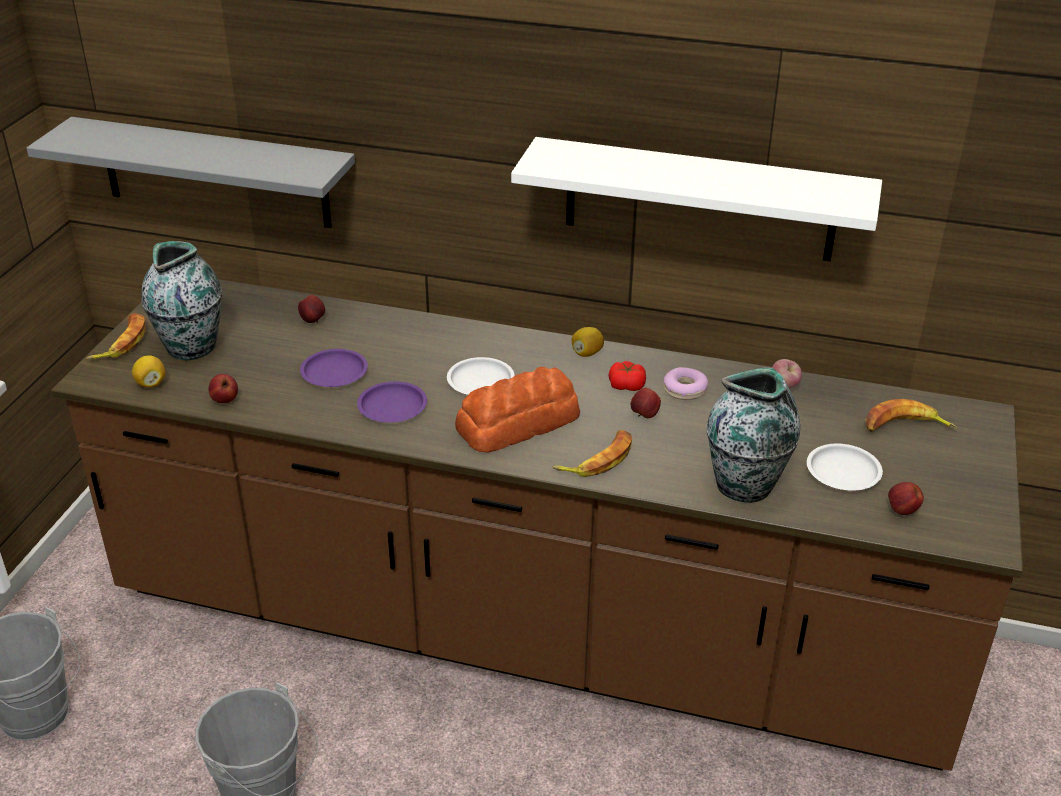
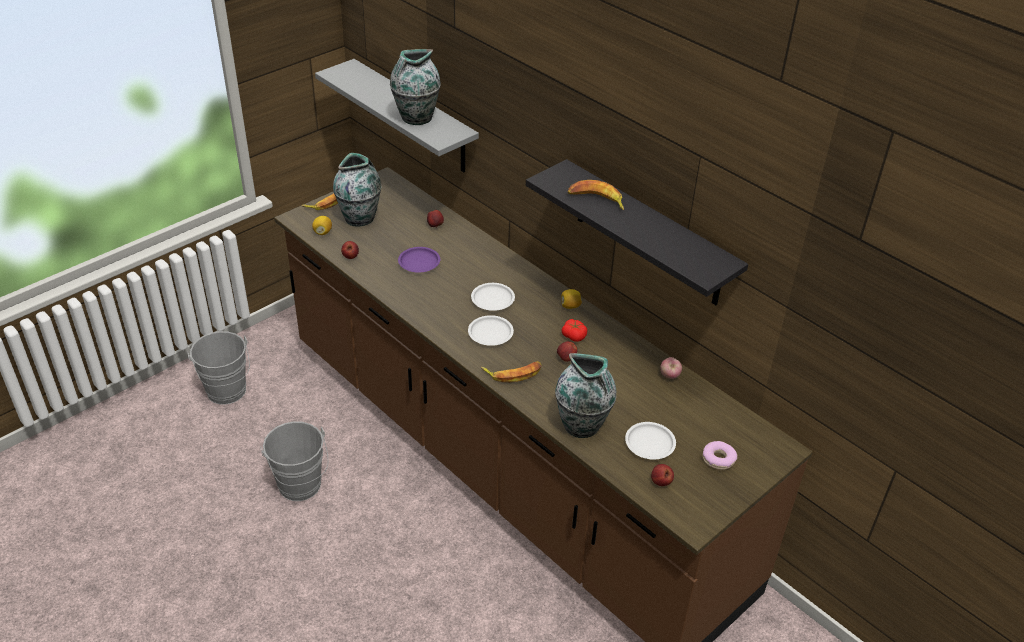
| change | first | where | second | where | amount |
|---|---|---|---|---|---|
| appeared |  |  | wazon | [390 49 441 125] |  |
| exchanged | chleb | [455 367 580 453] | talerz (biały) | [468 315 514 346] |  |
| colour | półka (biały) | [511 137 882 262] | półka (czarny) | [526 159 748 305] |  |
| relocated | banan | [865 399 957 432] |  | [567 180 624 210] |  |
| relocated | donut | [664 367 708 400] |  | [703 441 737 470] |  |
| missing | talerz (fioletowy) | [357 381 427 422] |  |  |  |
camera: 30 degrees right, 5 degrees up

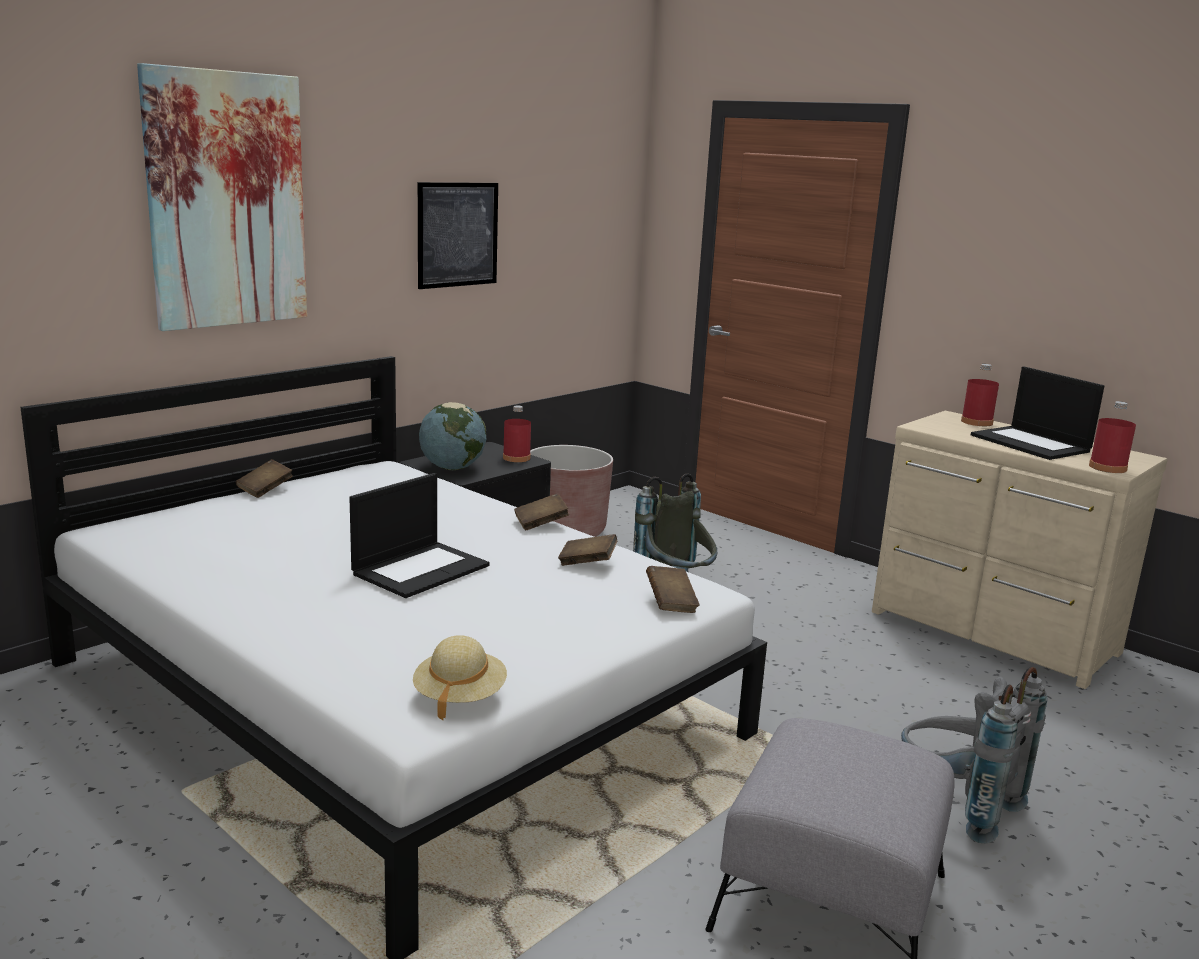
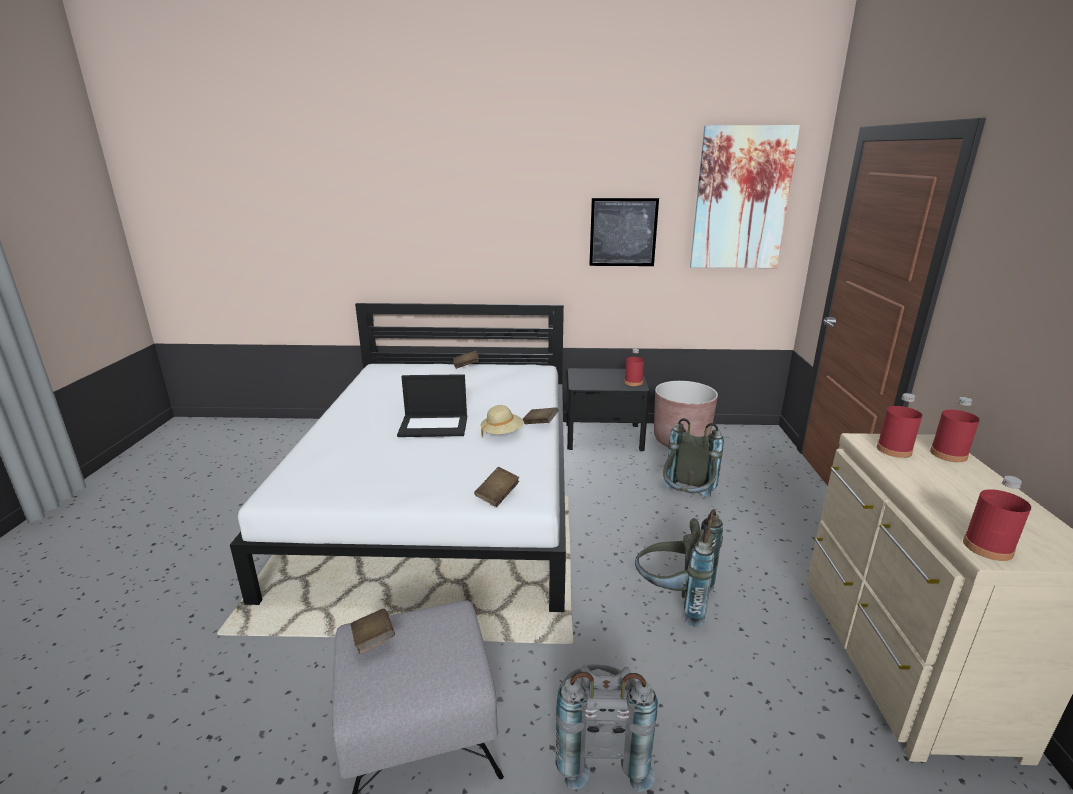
| change | first | where | second | where | amount |
|---|---|---|---|---|---|
| relocated | książka (brązowy) | [558 534 617 566] |  | [350 609 395 654] |  |
| relocated | kapelusz (beżowy) | [413 635 507 720] |  | [480 405 524 437] |  |
| appeared |  |  | plecak (szary) | [635 509 723 627] |  |
| relocated | obraz | [137 63 307 331] |  | [690 125 800 268] |  |
| appeared |  |  | butelka (czerwony) | [877 393 922 458] |  |
| missing | globus | [419 402 487 470] |  |  |  |
| missing | laptop | [971 366 1104 460] |  |  |  |
camera: 50 degrees right, 5 degrees up

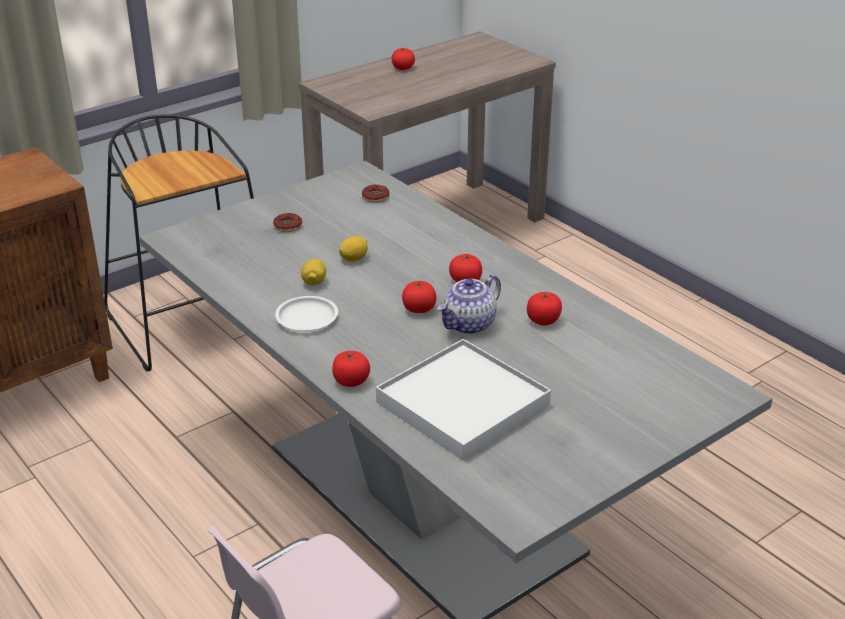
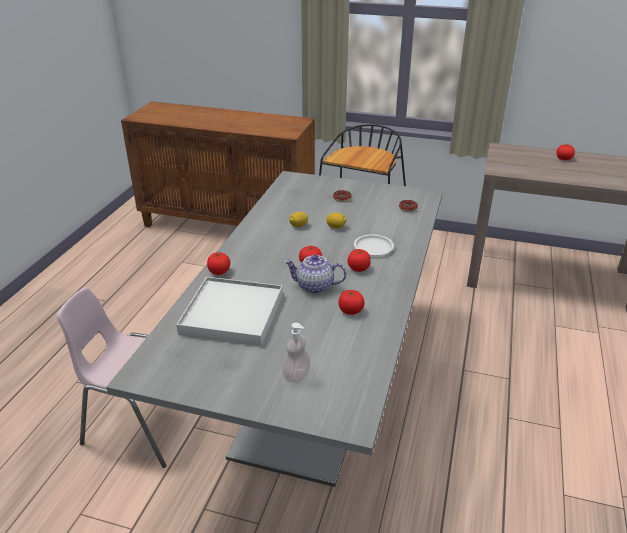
| change | first | where | second | where | amount |
|---|---|---|---|---|---|
| appeared |  |  | dozownik mydła | [282 323 311 383] |  |
| relocated | talerz (biały) | [275 296 338 331] |  | [354 234 394 256] |  |
camera: 55 degrees right, 0 degrees up

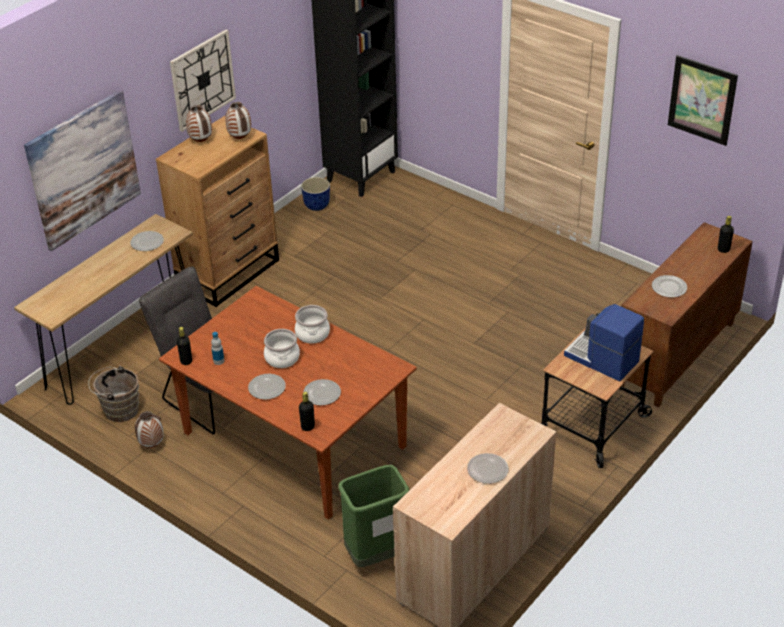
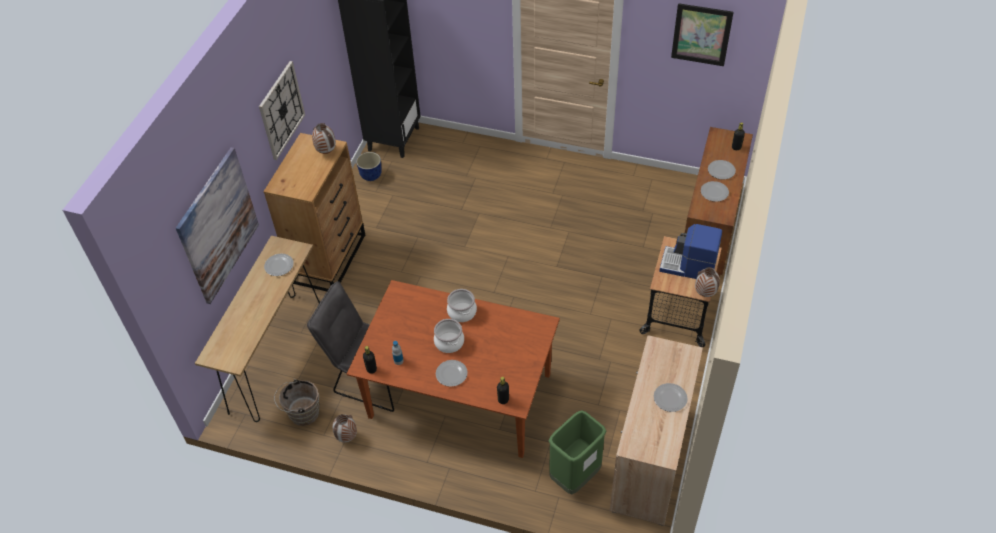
| change | first | where | second | where | amount |
|---|---|---|---|---|---|
| relocated | wazon | [186 105 212 142] |  | [695 267 720 297] |  |
| relocated | talerz | [303 379 341 405] |  | [708 160 736 179] |  |
camera: 20 degrees left, 10 degrees up

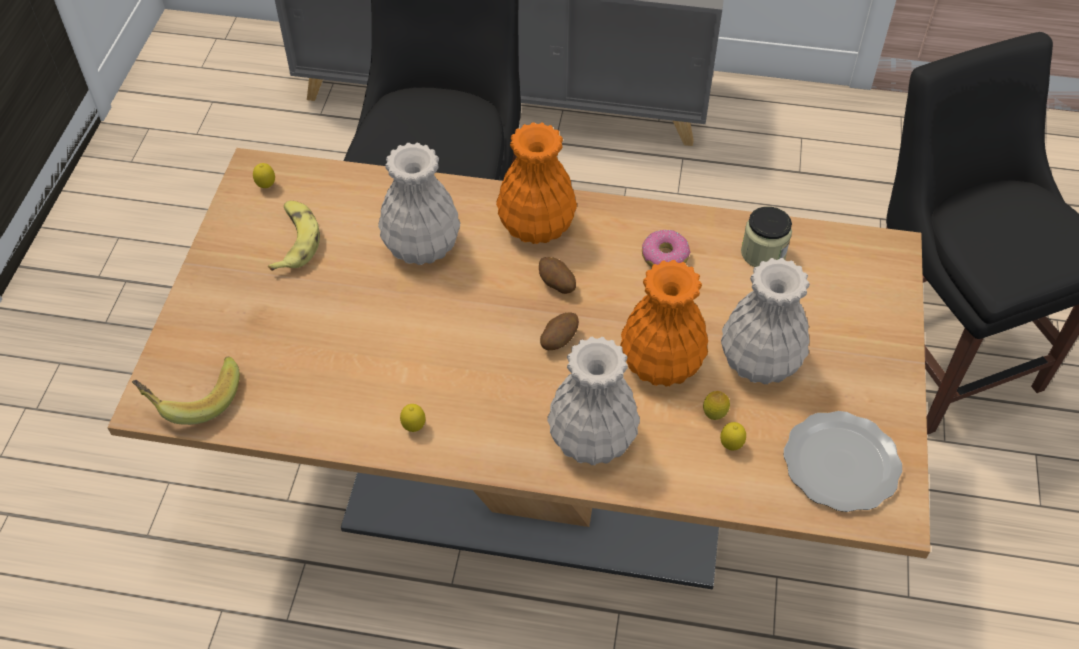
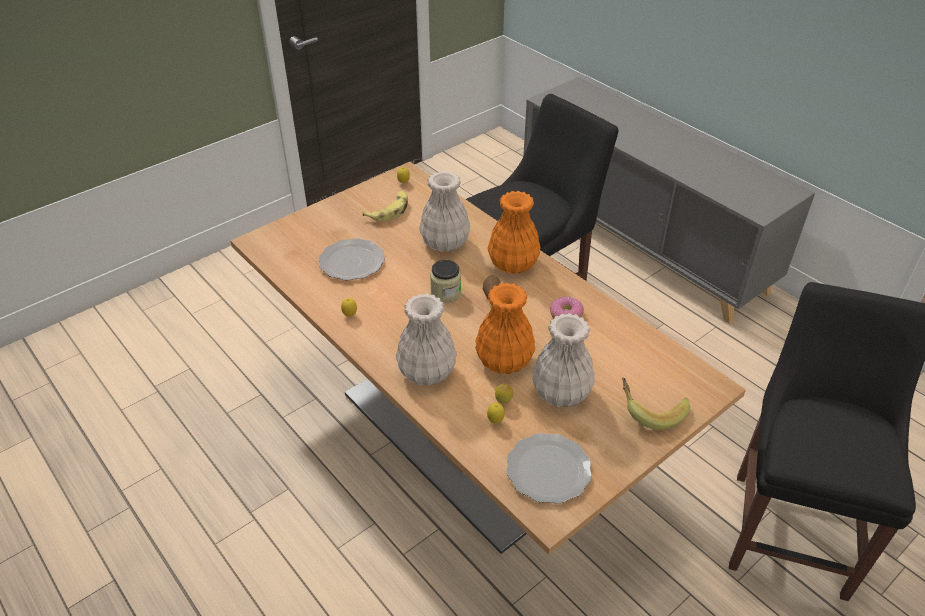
| change | first | where | second | where | amount |
|---|---|---|---|---|---|
| appeared |  |  | talerz | [319 238 385 280] |  |
| relocated | słoik | [741 207 792 267] |  | [430 260 461 303] |  |
| relocated | banan | [132 356 240 425] |  | [622 378 690 430] |  |
| missing | ziemniak | [540 312 579 350] |  |  |  |
camera: 40 degrees right, 10 degrees down

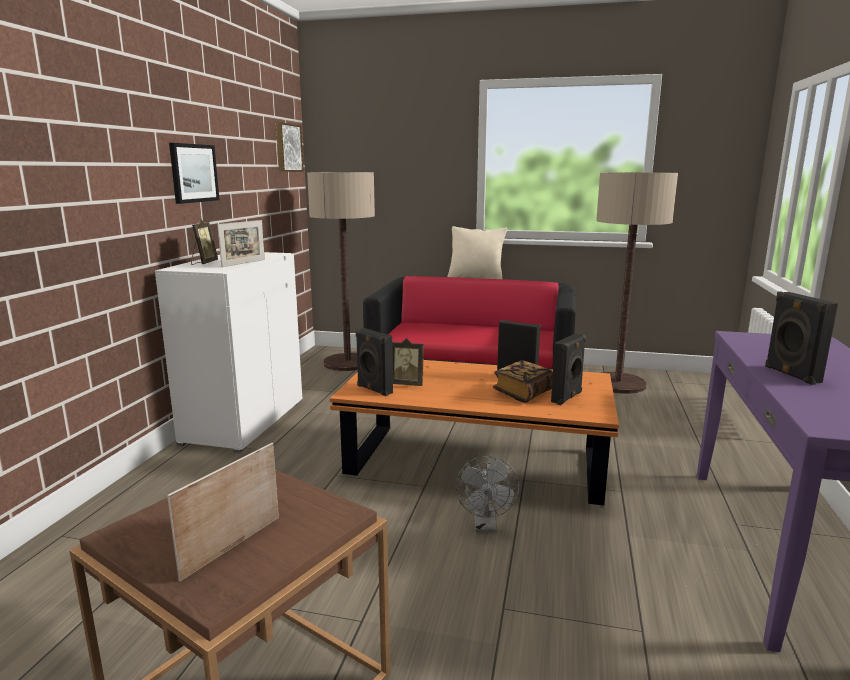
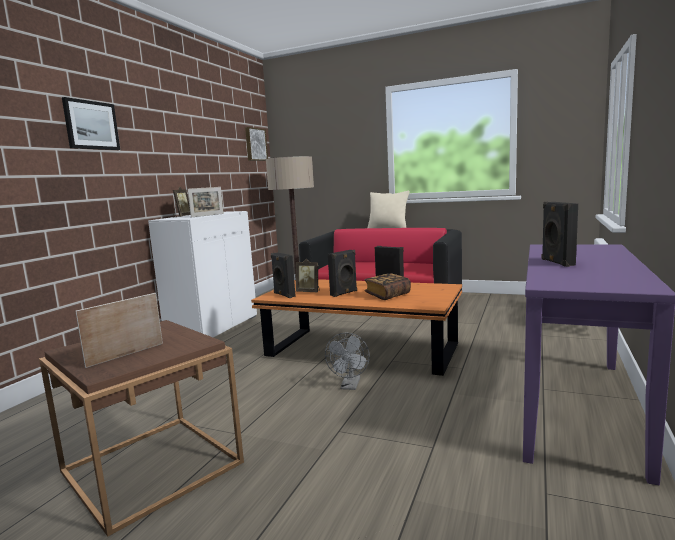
| change | first | where | second | where | amount |
|---|---|---|---|---|---|
| relocated | obraz | [169 143 219 204] |  | [62 97 120 150] |  |
| relocated | głośnik (czarny) | [551 334 586 405] |  | [328 250 357 297] |  |
| missing | lampa stojąca | [596 172 678 394] |  |  |  |
camera: 10 degrees right, 5 degrees down

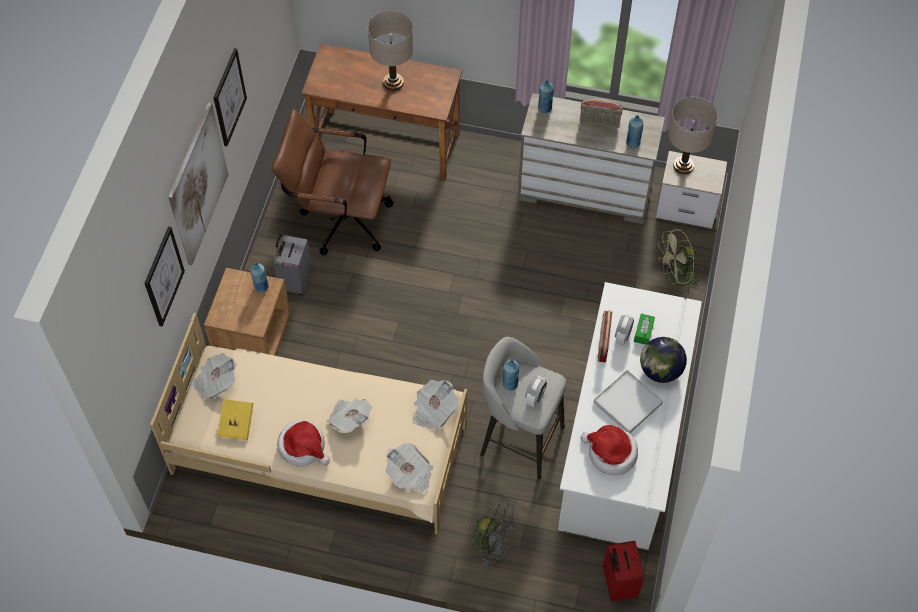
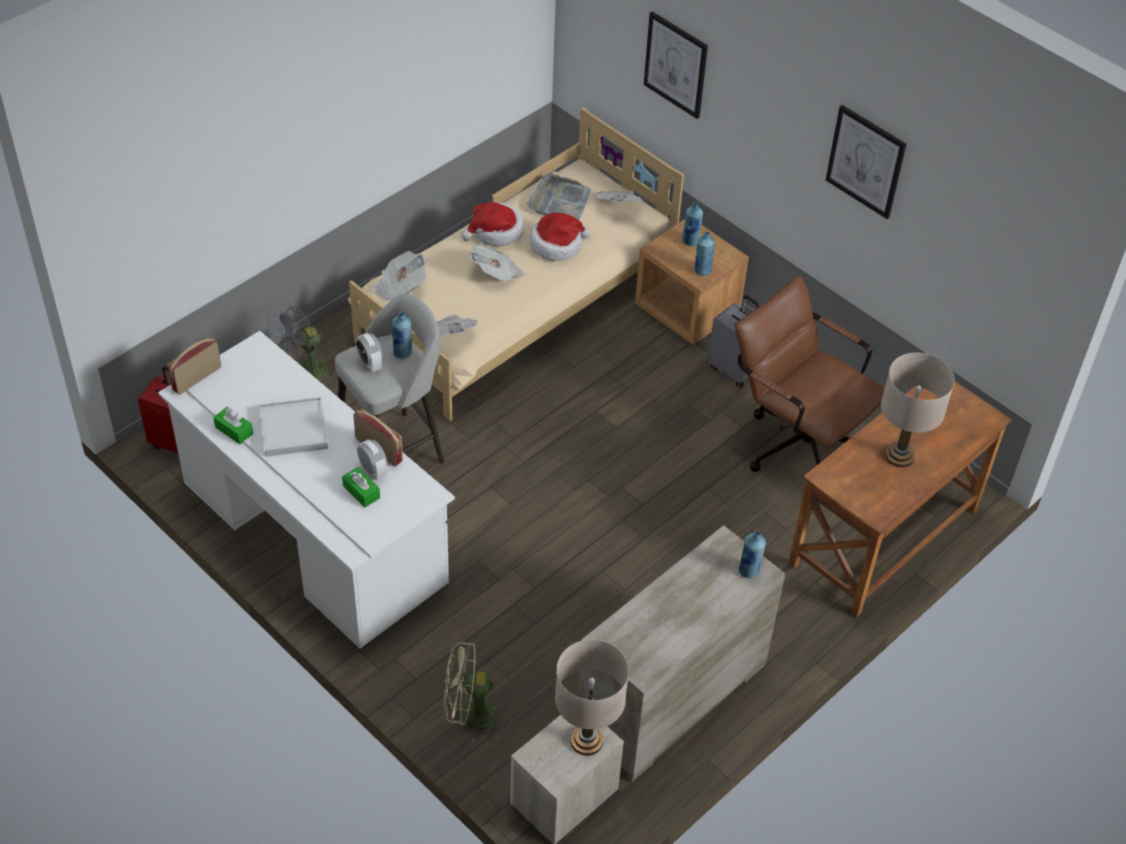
| change | first | where | second | where | amount |
|---|---|---|---|---|---|
| relocated | radio | [580 99 623 128] |  | [168 337 221 395] |  |
| appeared |  |  | pudełko chusteczek (zielony) | [213 407 253 444] |  |
| spun | wentylator (zielony) | [658 228 703 292] |  | [444 642 508 742] | 105 degrees counterclockwise |
| exchanged | książka (żółty) | [218 399 253 440] | taca (szary) | [527 174 591 220] |  |
| relocated | kapelusz | [580 425 638 476] |  | [529 213 591 261] |  |
| relocated | butelka (niebieski) | [626 115 643 148] |  | [682 202 703 246] |  |
| spun | krzesło biurowe (brązowy) | [272 109 394 255] |  | [735 276 885 472] | 90 degrees counterclockwise |
| missing | obraz | [168 103 228 265] |  |  |  |
| missing | globus | [640 337 687 383] |  |  |  |
camera: 120 degrees right, 10 degrees down

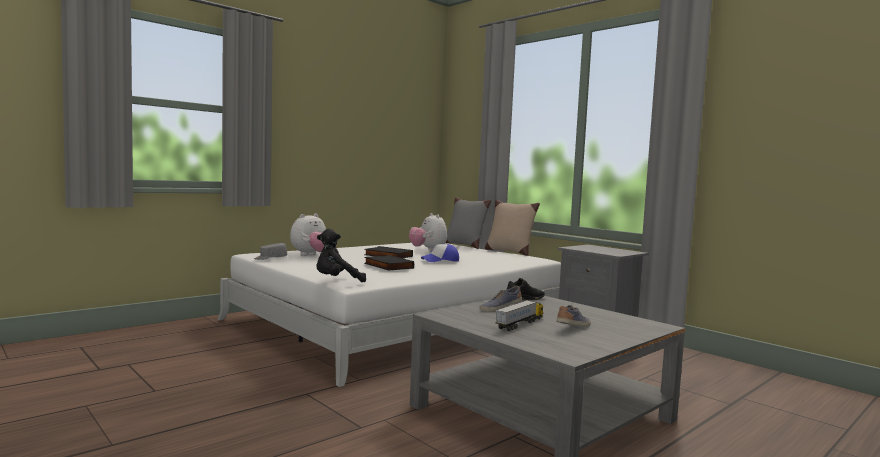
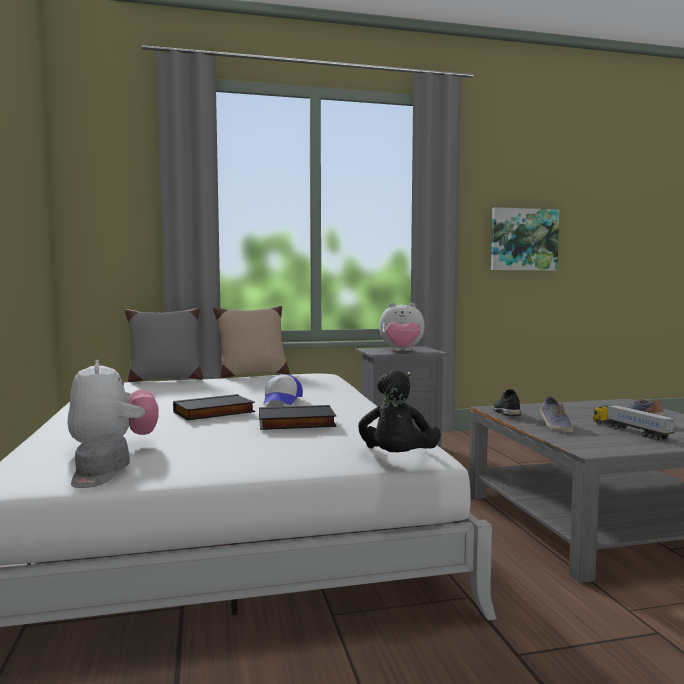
| change | first | where | second | where | amount |
|---|---|---|---|---|---|
| relocated | pluszak | [409 213 447 250] |  | [379 303 425 351] |  |
| appeared |  |  | obraz | [491 207 559 271] |  |
camera: 60 degrees left, 0 degrees up

